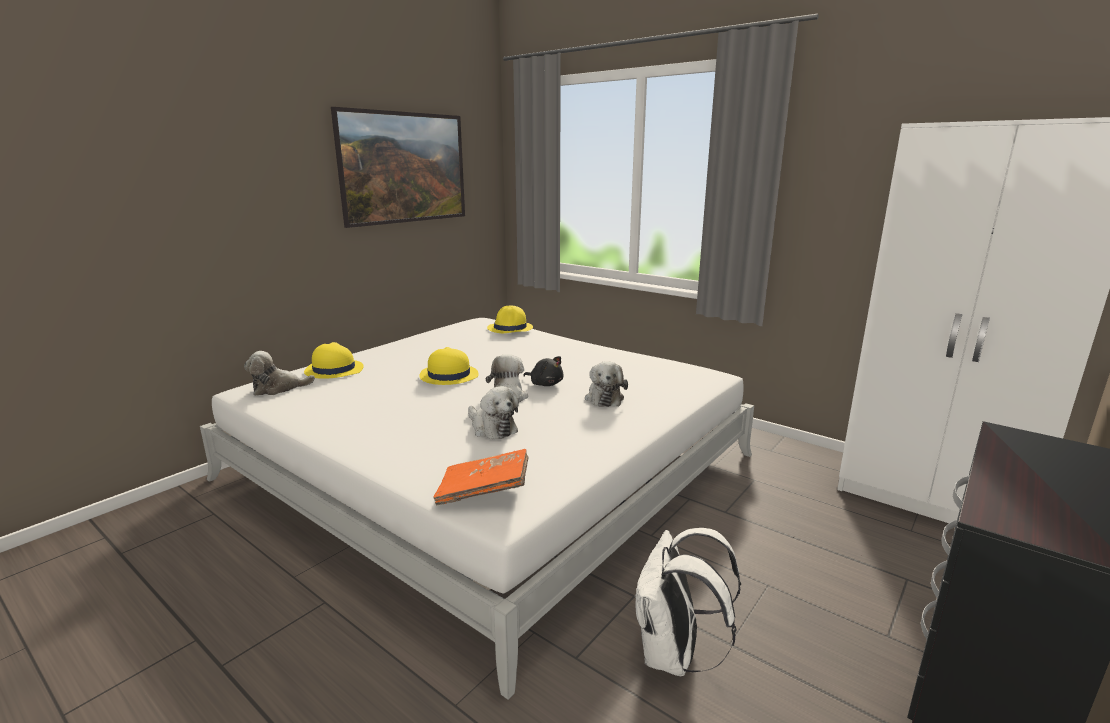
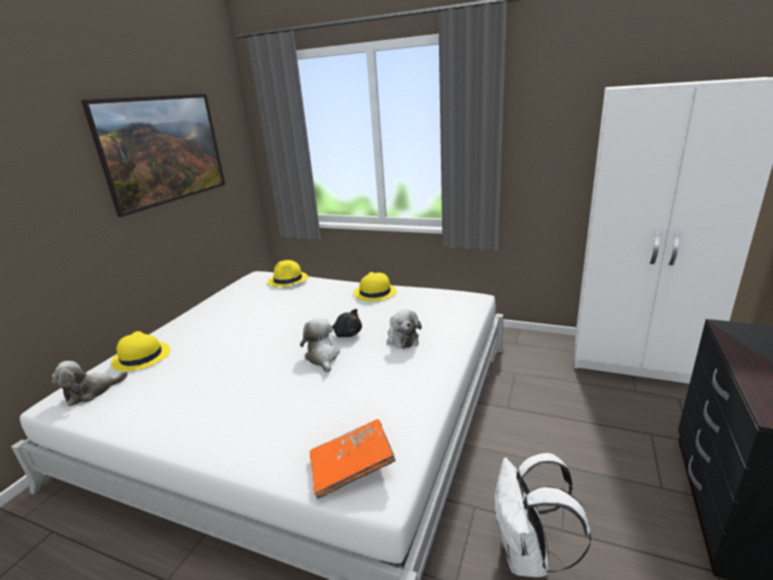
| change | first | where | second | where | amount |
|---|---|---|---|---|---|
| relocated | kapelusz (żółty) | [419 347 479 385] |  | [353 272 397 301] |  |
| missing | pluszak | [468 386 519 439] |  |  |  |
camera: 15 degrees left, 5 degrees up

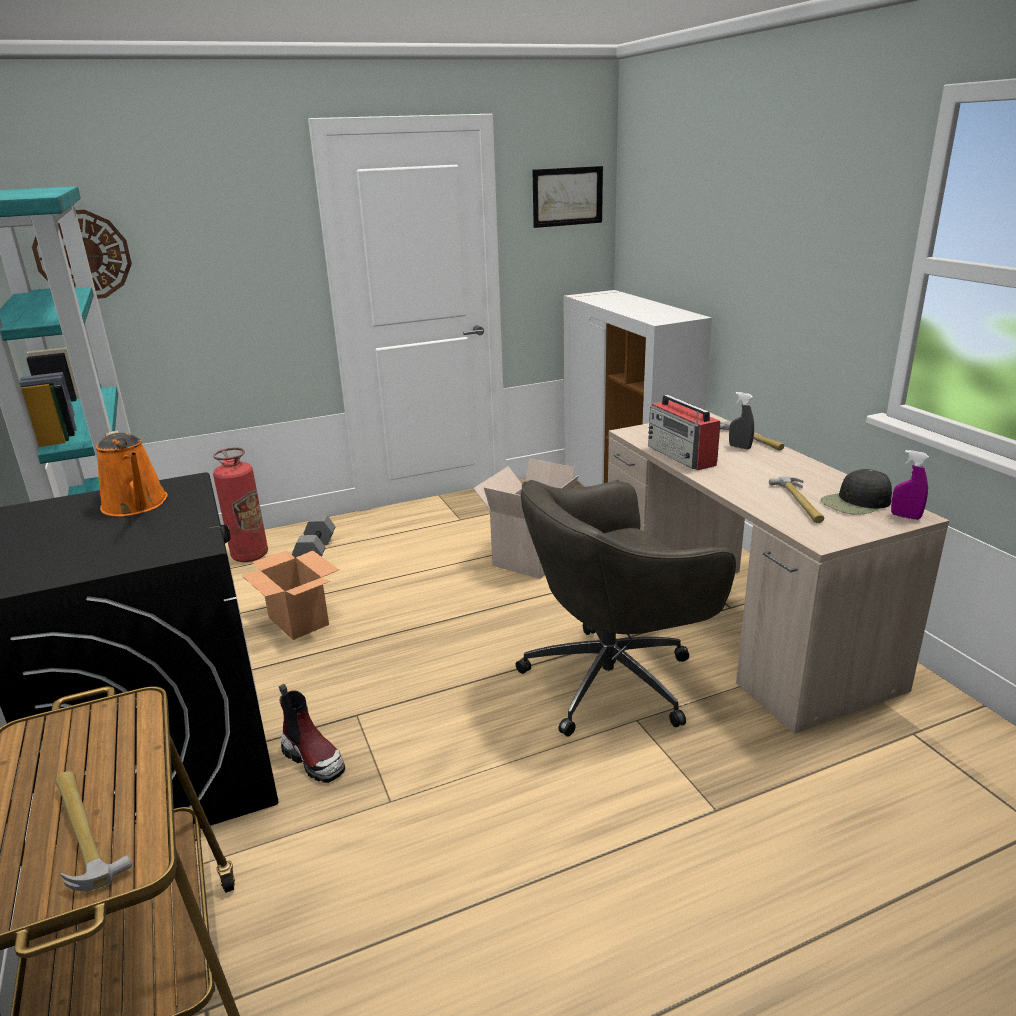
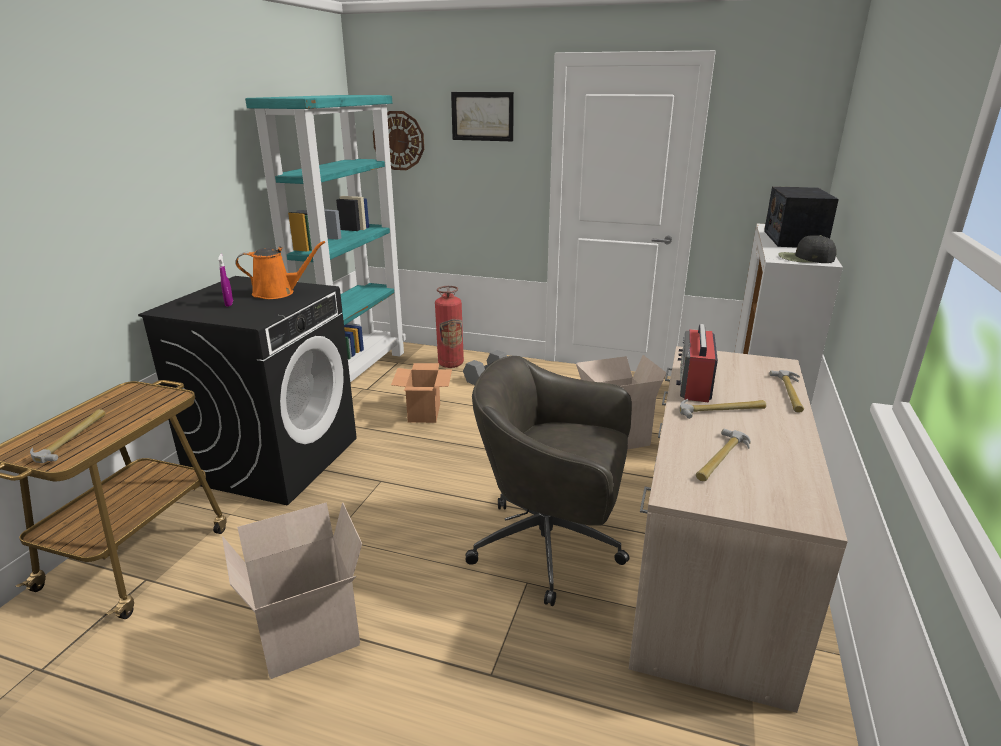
| change | first | where | second | where | amount |
|---|---|---|---|---|---|
| relocated | spryskiwacz (fioletowy) | [891 450 929 520] |  | [218 254 233 307] |  |
| appeared |  |  | karton | [222 502 362 679] |  |
| spun | konewka (pomarańczowy) | [96 430 168 516] |  | [235 241 325 299] | 105 degrees counterclockwise |
| relocated | obraz | [533 166 603 228] |  | [451 92 514 141] |  |
| appeared |  |  | młotek | [679 399 766 419] |  |
| appeared |  |  | radio | [764 186 839 248] |  |
| relocated | czapka z daszkiem (czarny) | [821 469 892 515] |  | [778 235 837 263] |  |
| missing | but z cholewką | [279 684 345 783] |  |  |  |
| missing | spryskiwacz (szary) | [729 392 754 449] |  |  |  |
camera: 40 degrees right, 0 degrees up

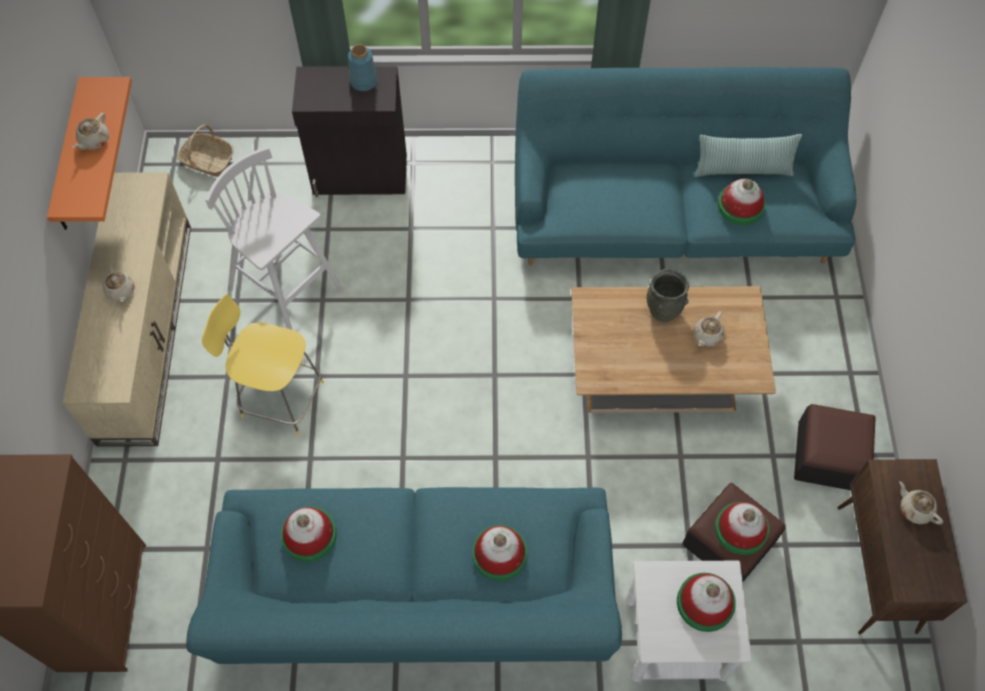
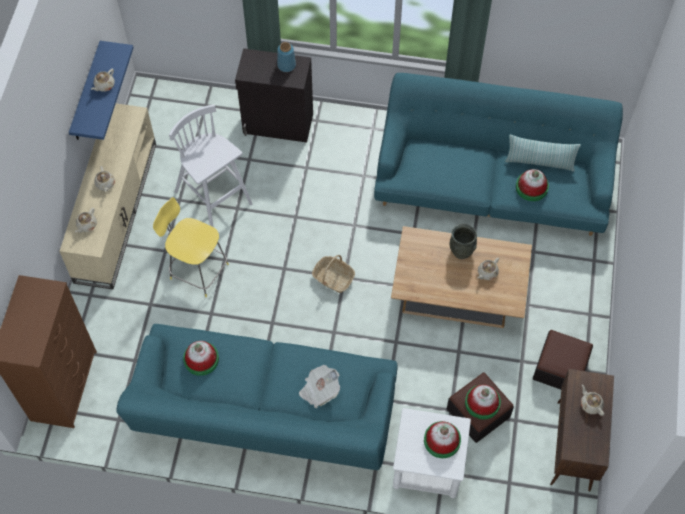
| change | first | where | second | where | amount |
|---|---|---|---|---|---|
| colour | półka (pomarańczowy) | [47 77 132 230] | półka (niebieski) | [69 41 133 140] |  |
| appeared |  |  | imbryk (beżowy) | [75 208 97 233] |  |
| exchanged | kapelusz | [472 525 527 581] | gazeta | [299 365 340 408] |  |
| relocated | koszyk | [177 125 233 177] |  | [312 255 355 293] |  |
camera: 10 degrees right, 0 degrees up

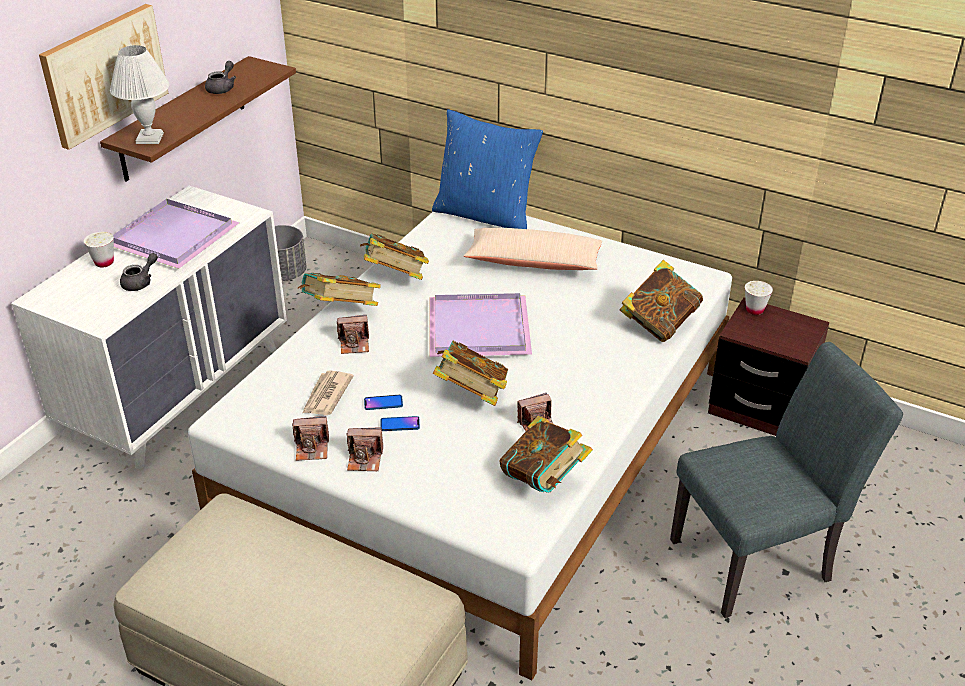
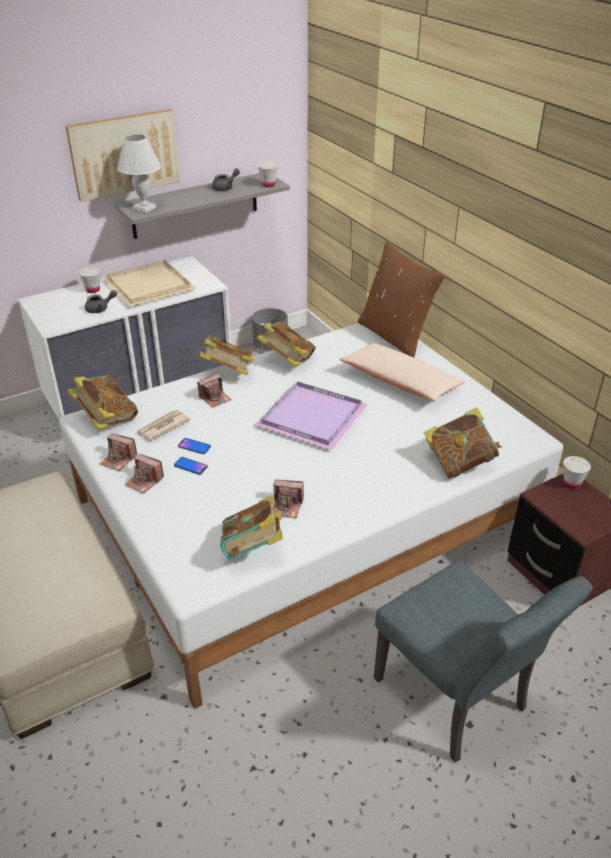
| change | first | where | second | where | amount |
|---|---|---|---|---|---|
| relocated | książka | [433 341 508 406] |  | [68 375 138 430] |  |
| colour | taca (fioletowy) | [113 199 240 269] | taca (beżowy) | [103 260 196 307] |  |
| colour | półka (brązowy) | [100 56 296 182] | półka (szary) | [114 173 290 239] |  |
| spun | aparat fotograficzny | [337 315 369 354] |  | [197 373 231 408] | 60 degrees counterclockwise |
| appeared |  |  | filiżanka (biały) | [258 162 278 187] |  |
| colour | poduszka (niebieski) | [432 109 543 229] | poduszka (brązowy) | [358 242 445 357] |  |
| spun | krzesło (szary) | [670 342 903 618] |  | [374 560 593 762] | 45 degrees clockwise |
camera: 30 degrees right, 0 degrees up

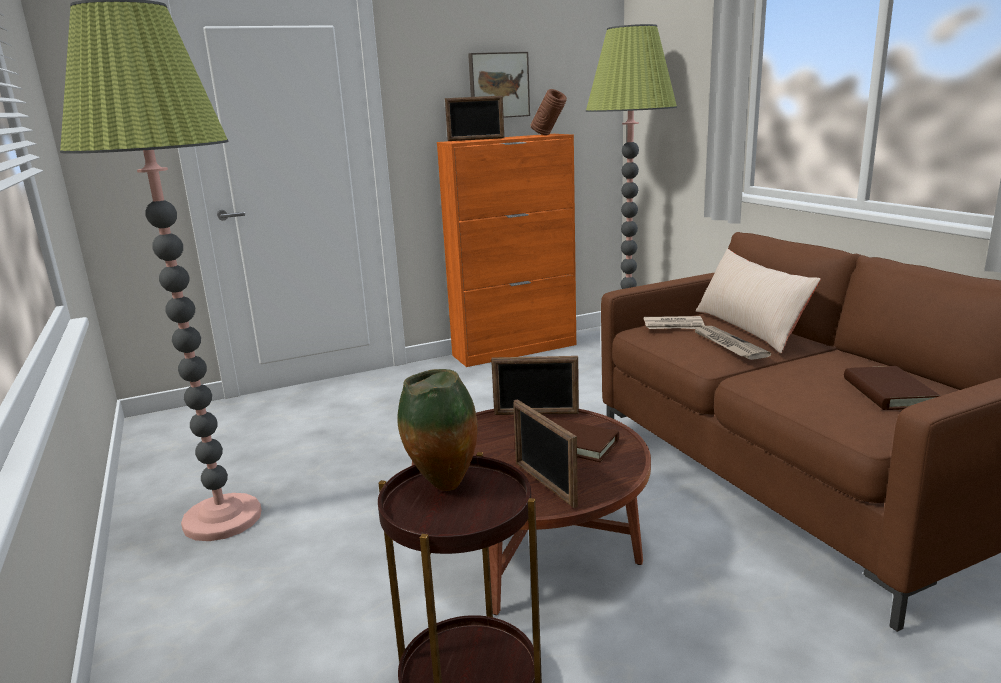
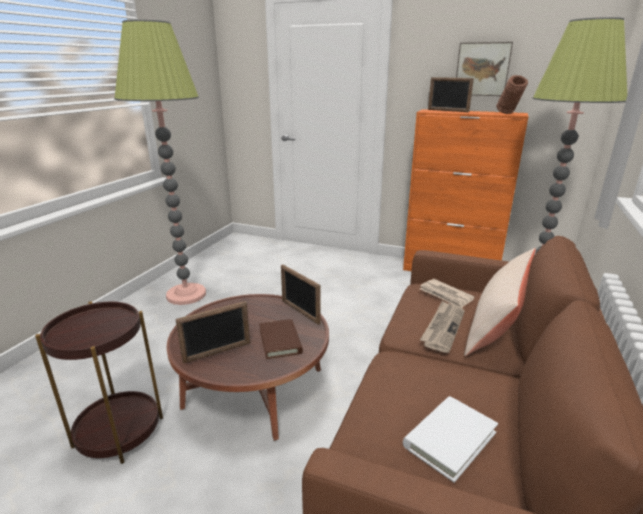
| change | first | where | second | where | amount |
|---|---|---|---|---|---|
| spun | ramka na zdjęcie | [513 399 578 508] |  | [176 301 250 364] | 135 degrees counterclockwise |
| colour | książka (brązowy) | [844 366 940 410] | książka (biały) | [403 396 498 483] |  |
| missing | wazon | [397 369 478 491] |  |  |  |
camera: 45 degrees right, 5 degrees up

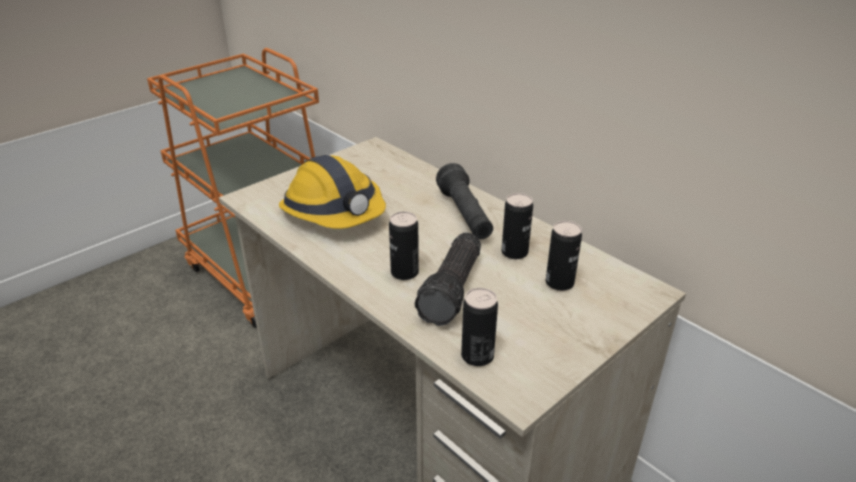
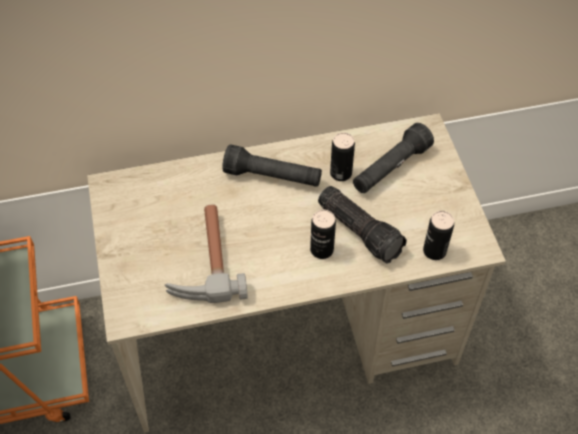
| change | first | where | second | where | amount |
|---|---|---|---|---|---|
| exchanged | kask | [279 155 386 229] | młotek | [165 204 248 303] |  |
| exchanged | puszka | [546 221 582 291] | latarka (czarny) | [353 123 434 193] |  |
camera: 60 degrees left, 20 degrees up

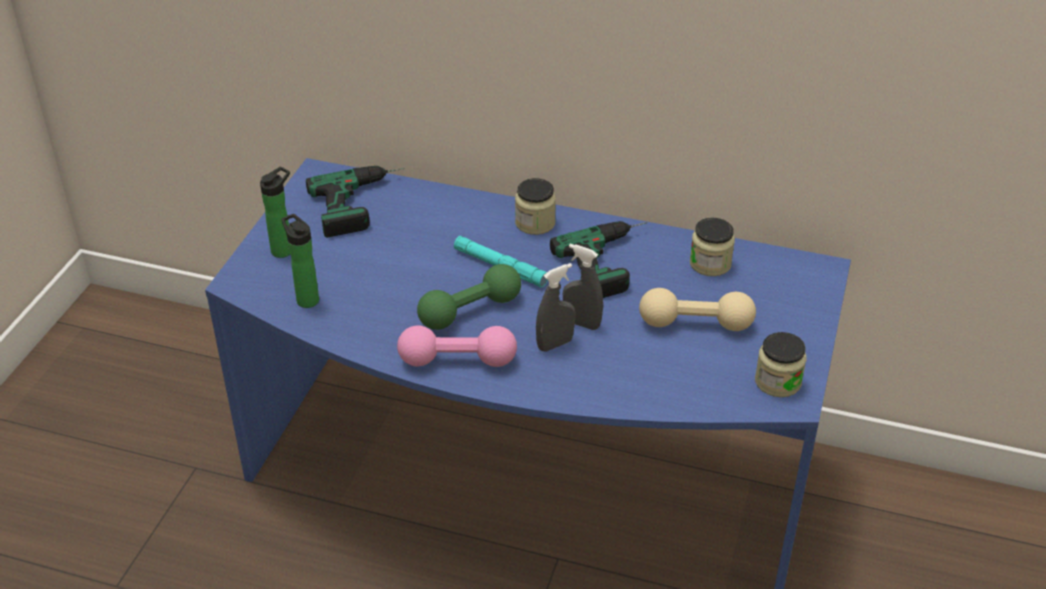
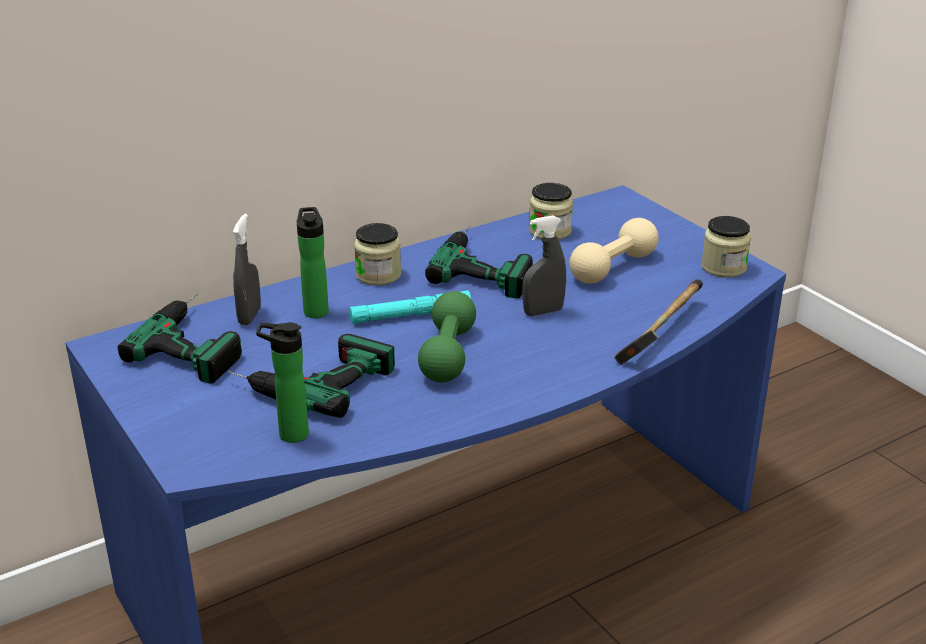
| change | first | where | second | where | amount |
|---|---|---|---|---|---|
| appeared |  |  | wiertarka | [228 334 395 418] |  |
| relocated | spryskiwacz (szary) | [536 263 575 351] |  | [233 214 261 325] |  |
| relocated | butelka | [260 167 290 258] |  | [297 207 329 318] |  |
| appeared |  |  | młotek | [614 279 703 365] |  |
| missing | hantel (różowy) | [397 325 517 367] |  |  |  |
camera: 50 degrees left, 10 degrees down

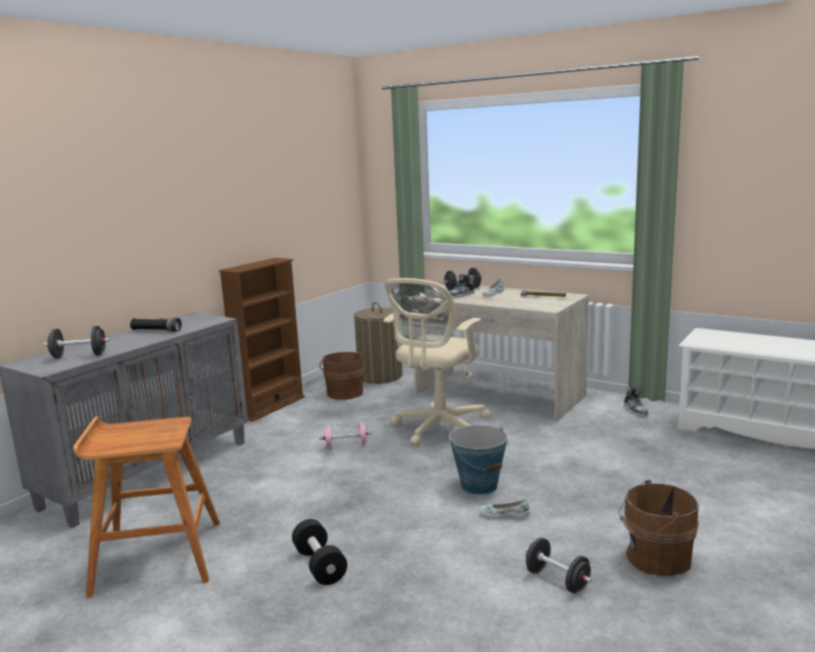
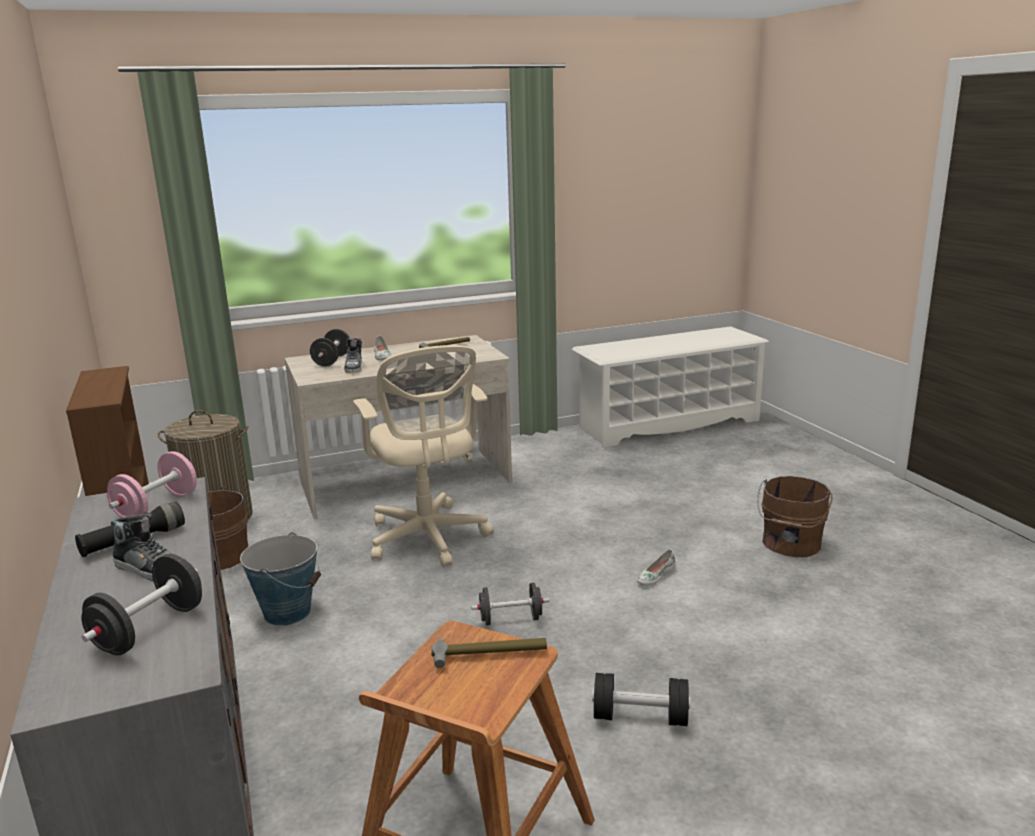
| change | first | where | second | where | amount |
|---|---|---|---|---|---|
| relocated | hantel (różowy) | [319 422 371 450] |  | [107 451 197 517] |  |
| relocated | but | [624 387 648 416] |  | [111 514 187 581] |  |
| relocated | wiadro | [449 425 510 495] |  | [240 532 321 626] |  |
| appeared |  |  | młotek | [431 637 547 668] |  |
| relocated | hantel (czarny) | [526 538 592 593] |  | [471 583 549 626] |  |
camera: 55 degrees left, 5 degrees up

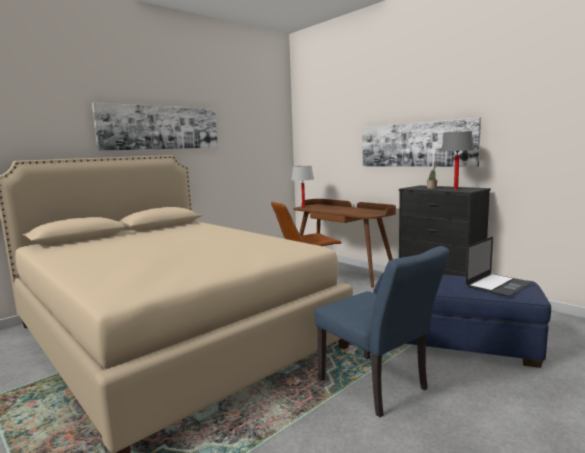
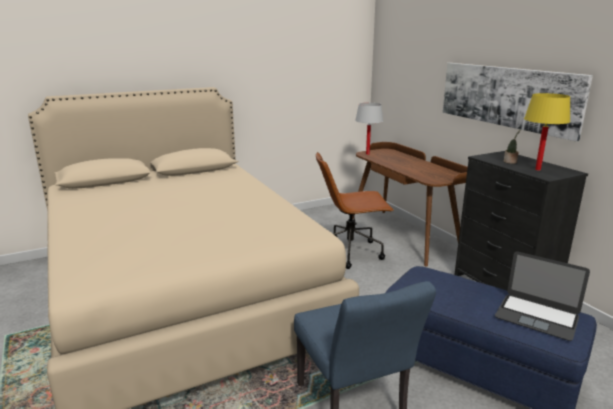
| change | first | where | second | where | amount |
|---|---|---|---|---|---|
| spun | laptop | [466 237 532 296] |  | [495 251 590 341] | 60 degrees clockwise |
| colour | lampa stołowa (szary) | [441 131 474 190] | lampa stołowa (żółty) | [524 93 570 171] |  |
| missing | obraz | [92 103 218 151] |  |  |  |
camera: 15 degrees right, 10 degrees up

